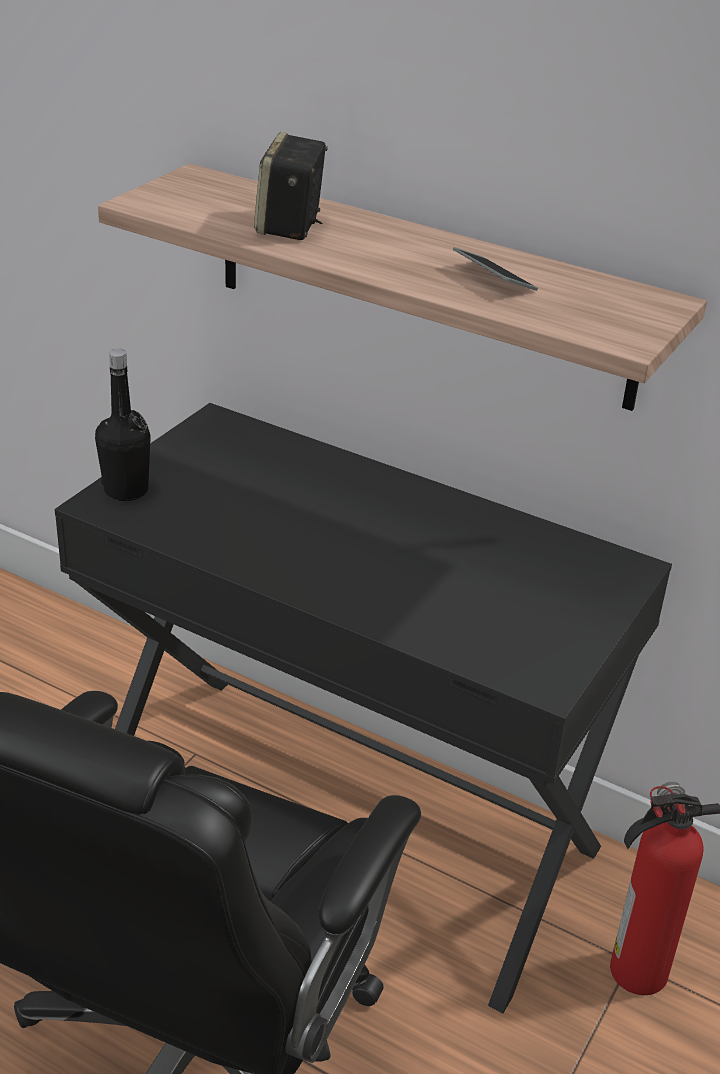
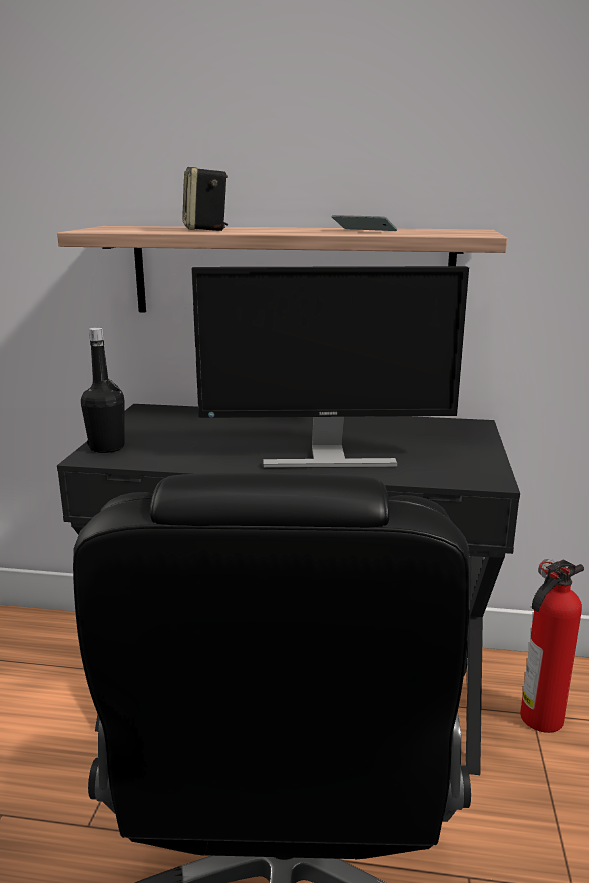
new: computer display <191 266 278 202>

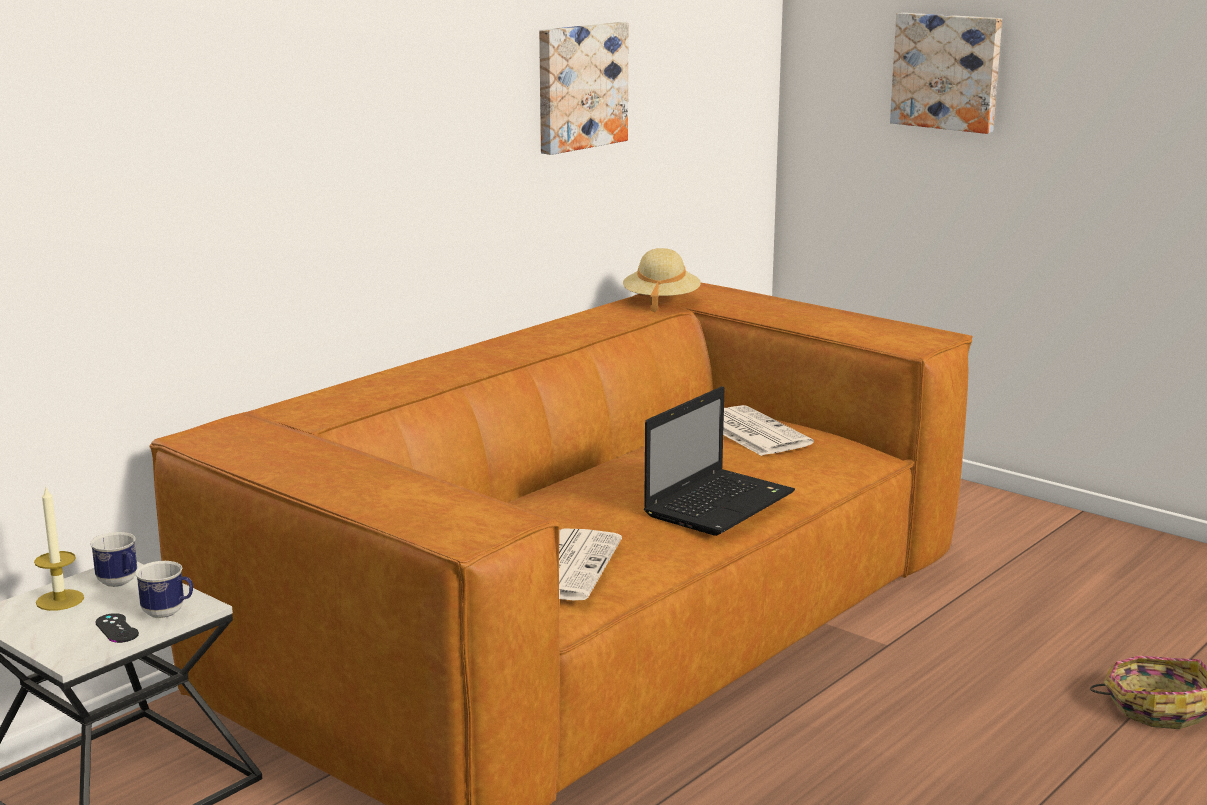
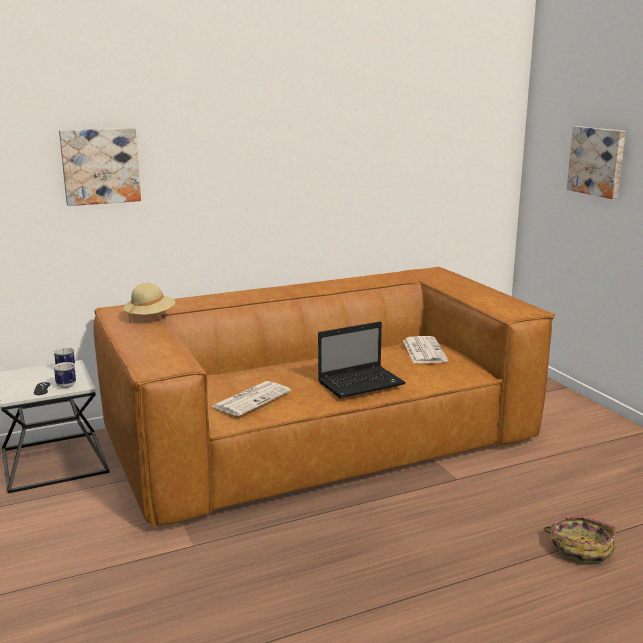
gone: wax candle <34 485 50 126>
shifted: picture <539 22 90 133> to <59 128 82 78>; hat/beige-coloured <623 248 78 64> to <123 283 53 41>

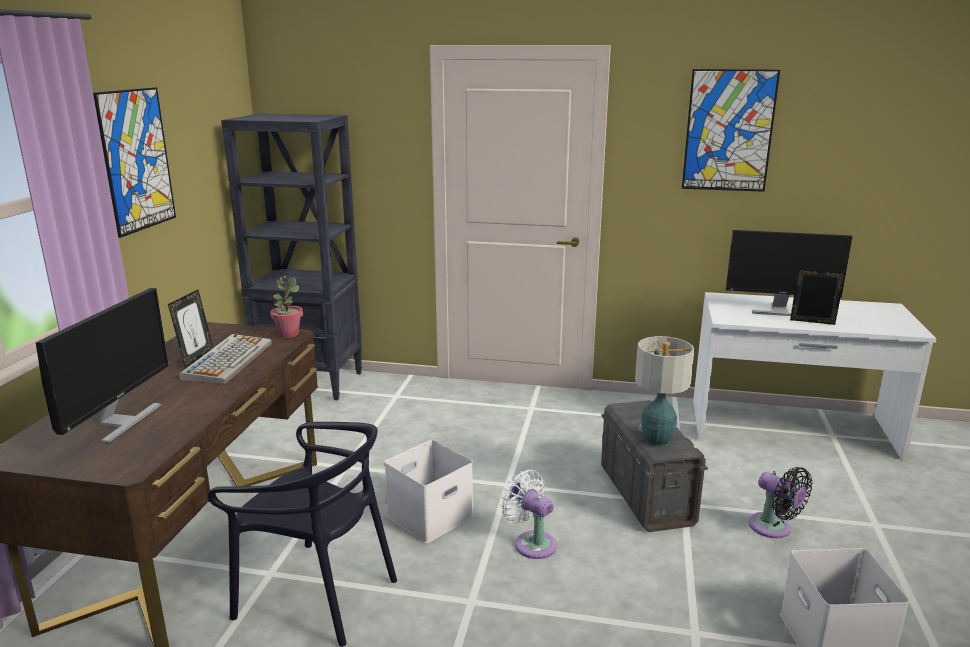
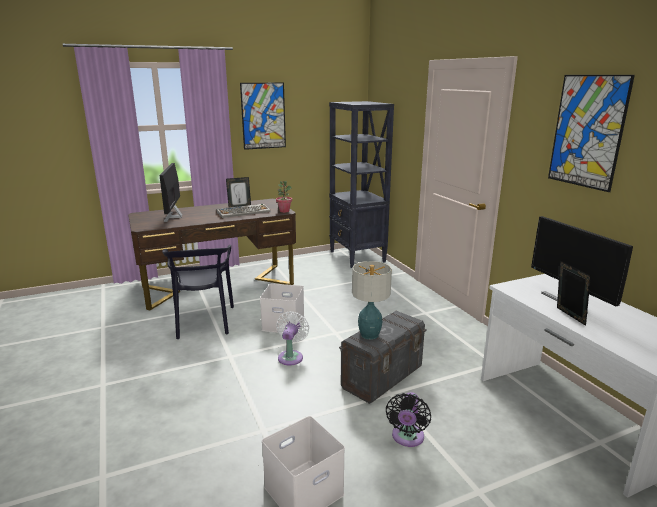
rotated: computer display <36 288 133 155> = <159 163 23 59> 105 degrees clockwise

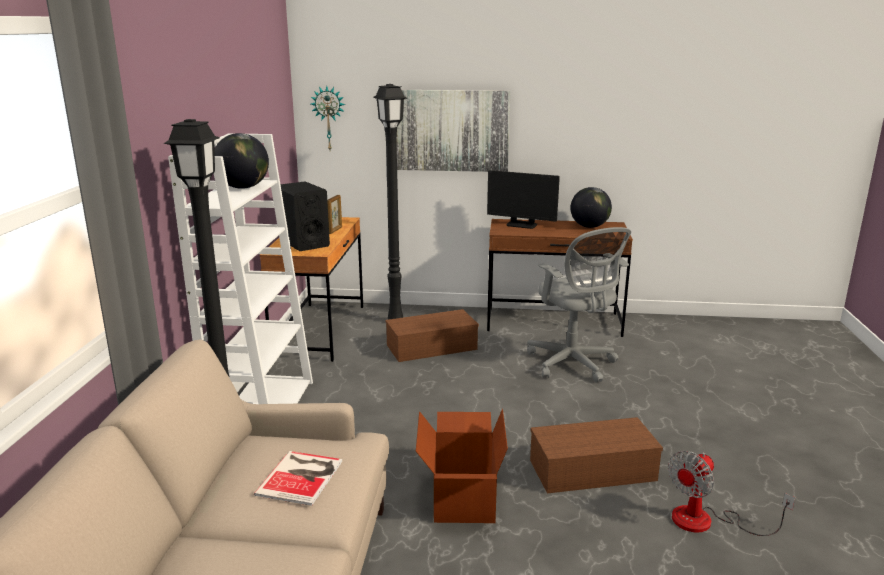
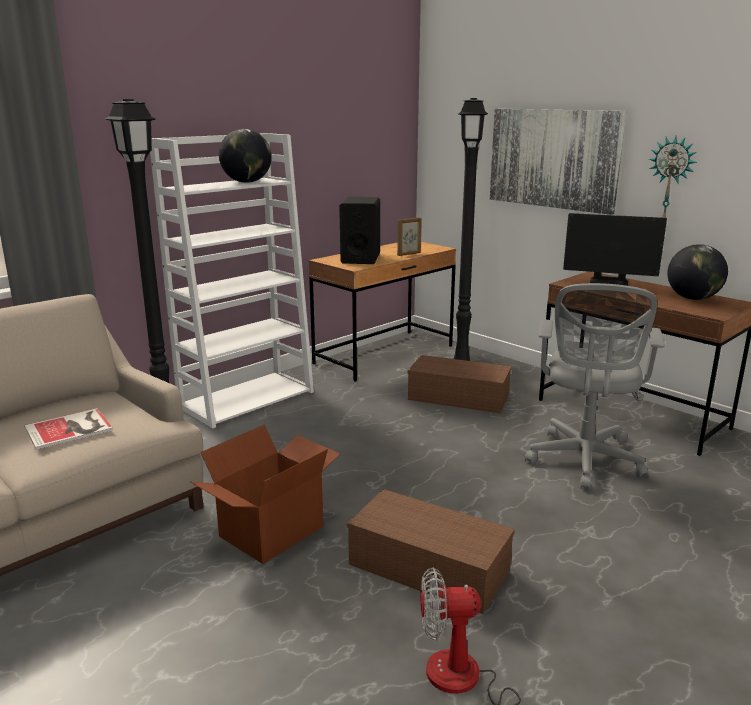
shifted: wall clock <311 86 34 64> to <649 136 48 82>
rotated: computer display <487 170 73 59> = <563 213 104 73> 45 degrees counterclockwise

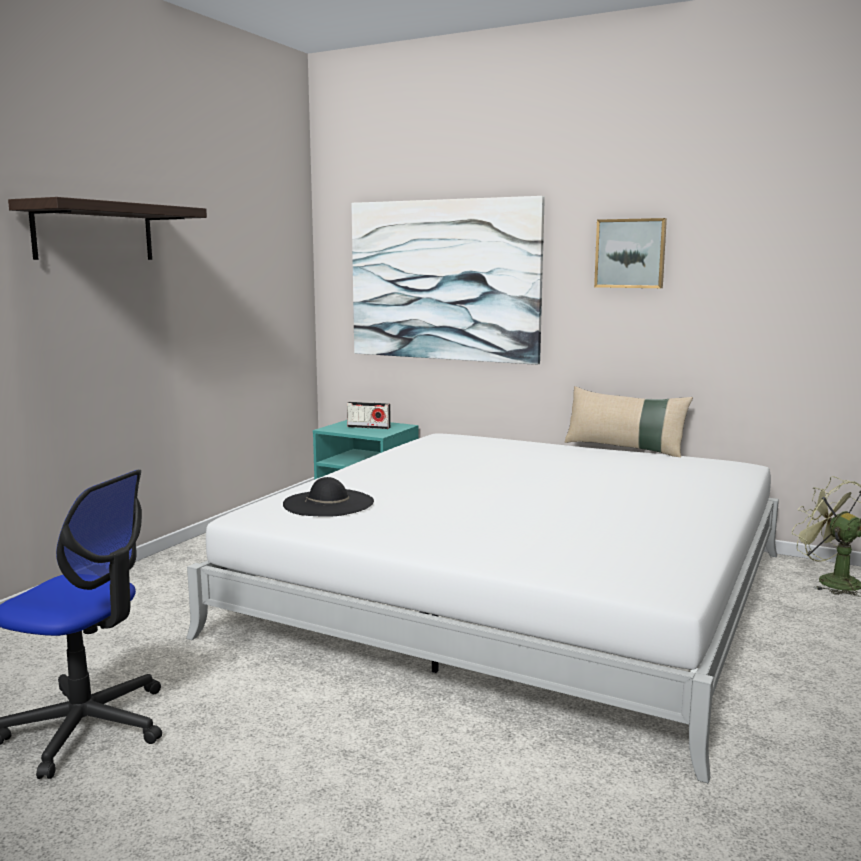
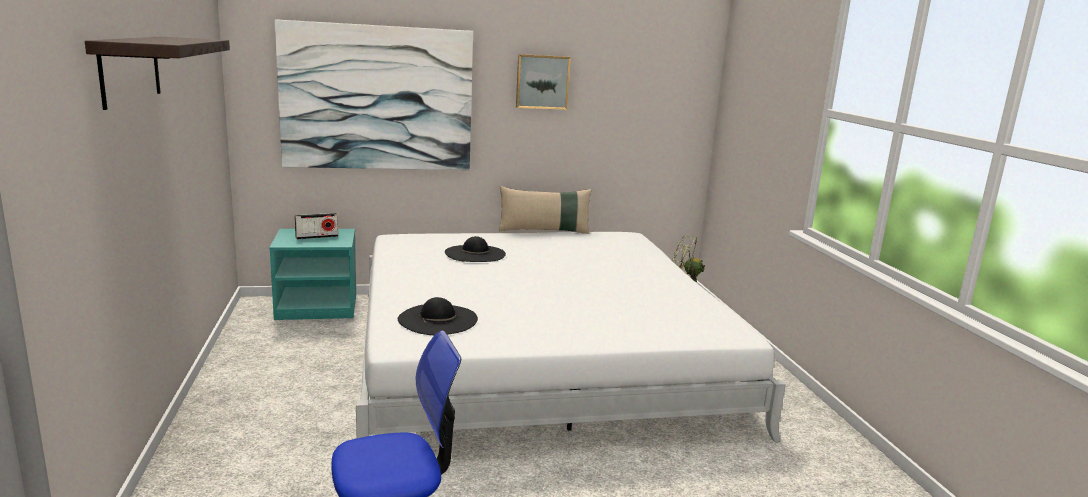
new: hat/black <445 236 61 26>

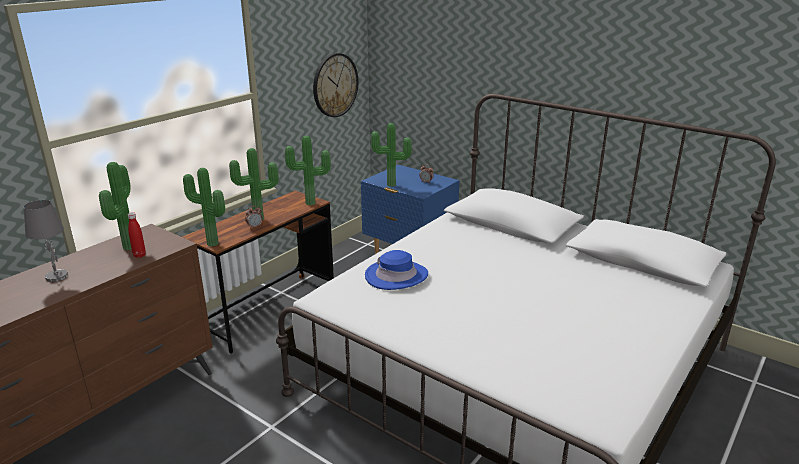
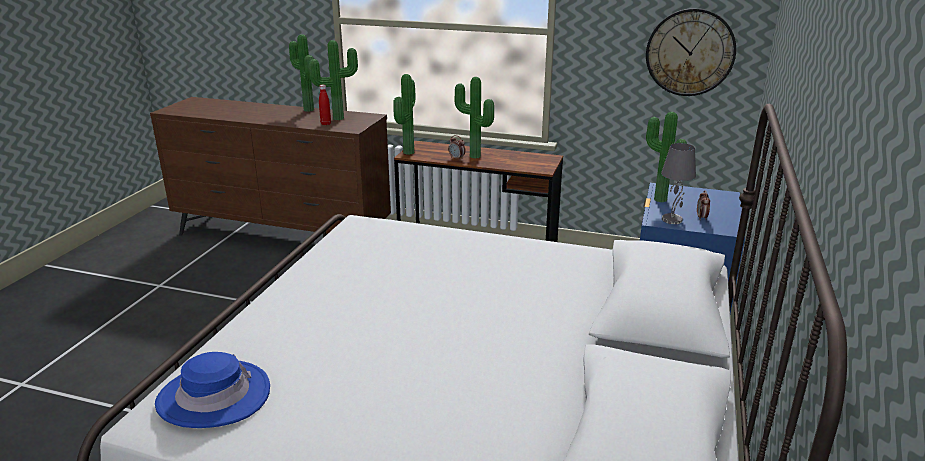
shifted: plant in a pot <285 136 46 70> to <289 34 25 78>; tabletop lamp/grey <24 200 44 82> to <661 143 35 81>; hat/bluish <365 250 63 40> to <155 352 115 76>

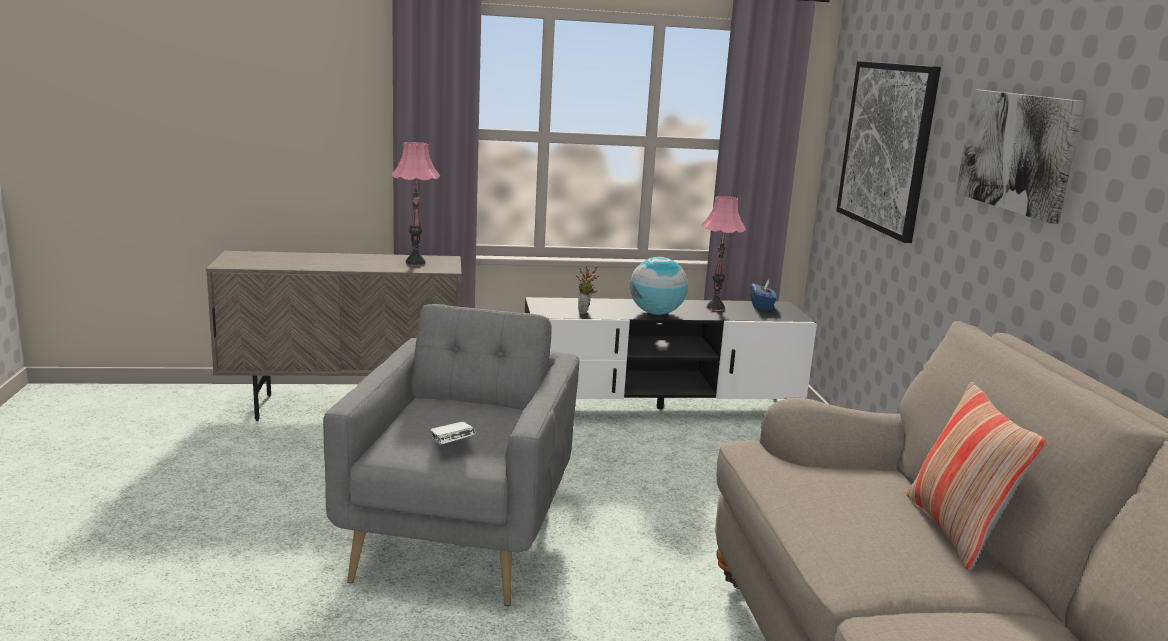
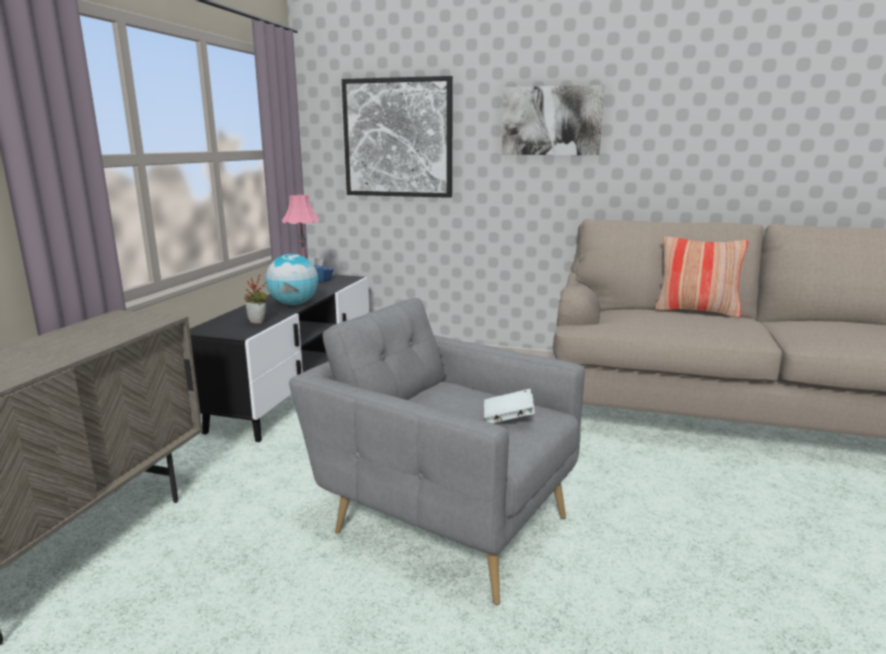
gone: tabletop lamp/pink-coloured <391 142 49 124>

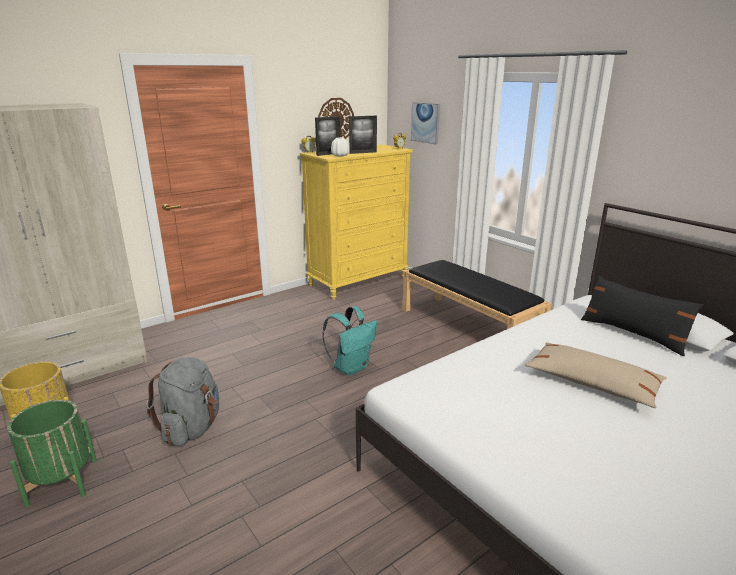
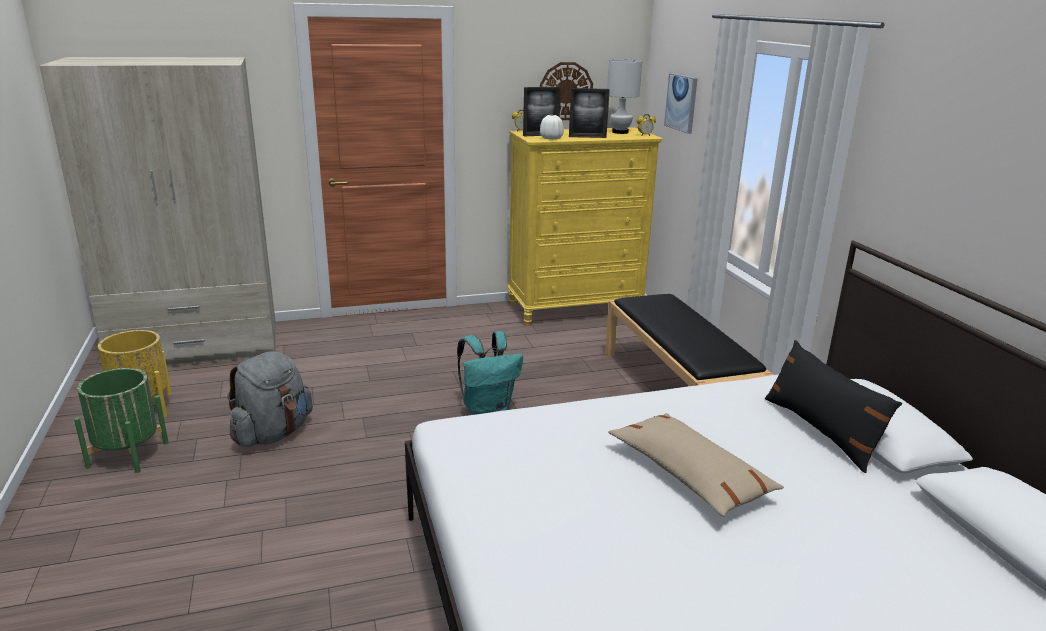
new: tabletop lamp/whitish <607 59 35 75>

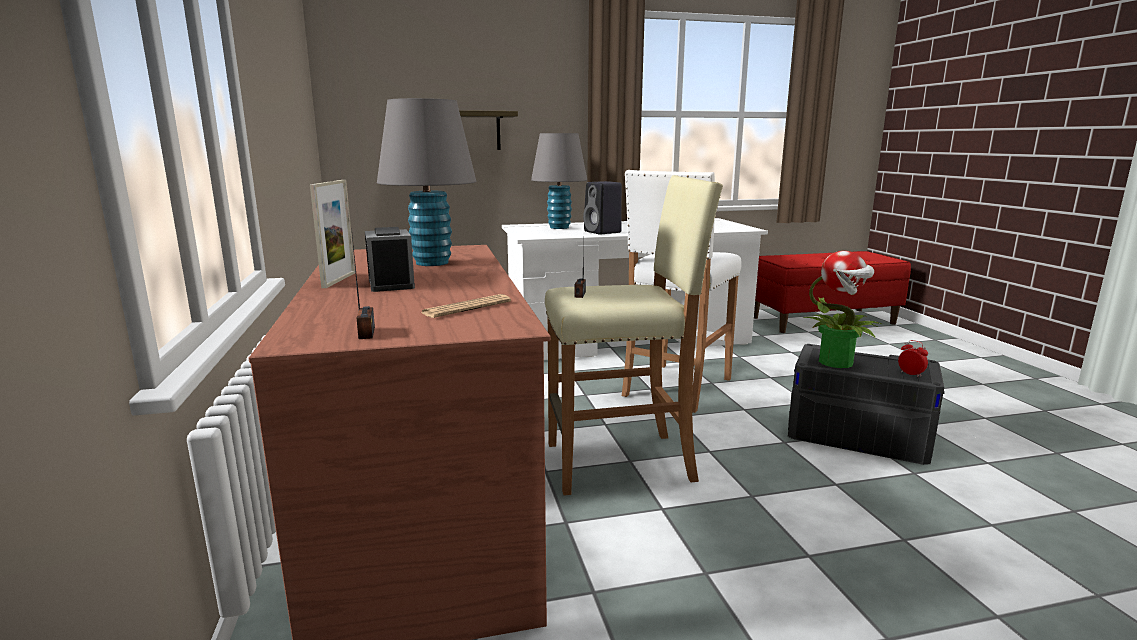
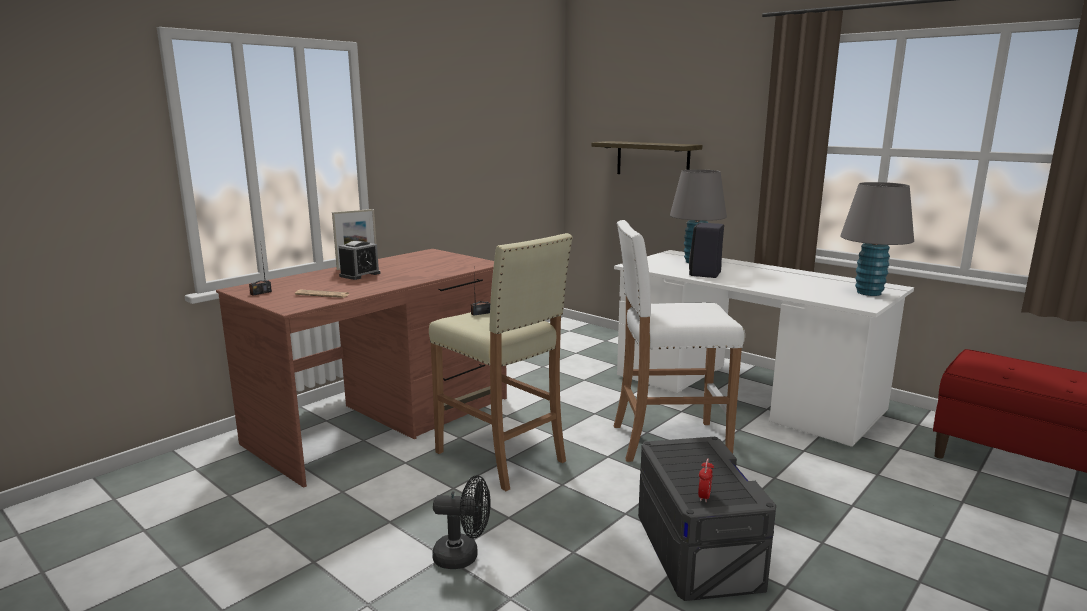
gone: plant in a pot <804 251 78 117>
new: fan/black <432 475 59 94>
shifted: tabletop lamp/grey <377 98 99 168> to <840 182 74 114>

